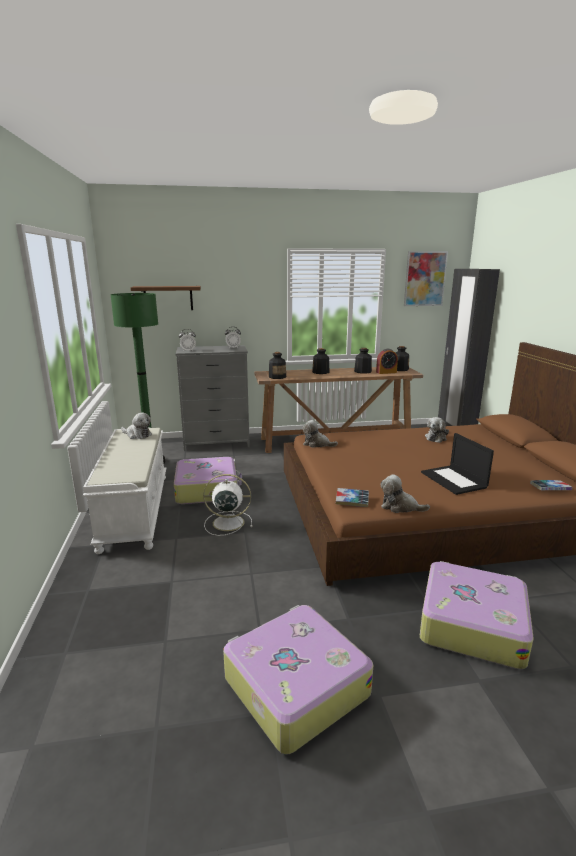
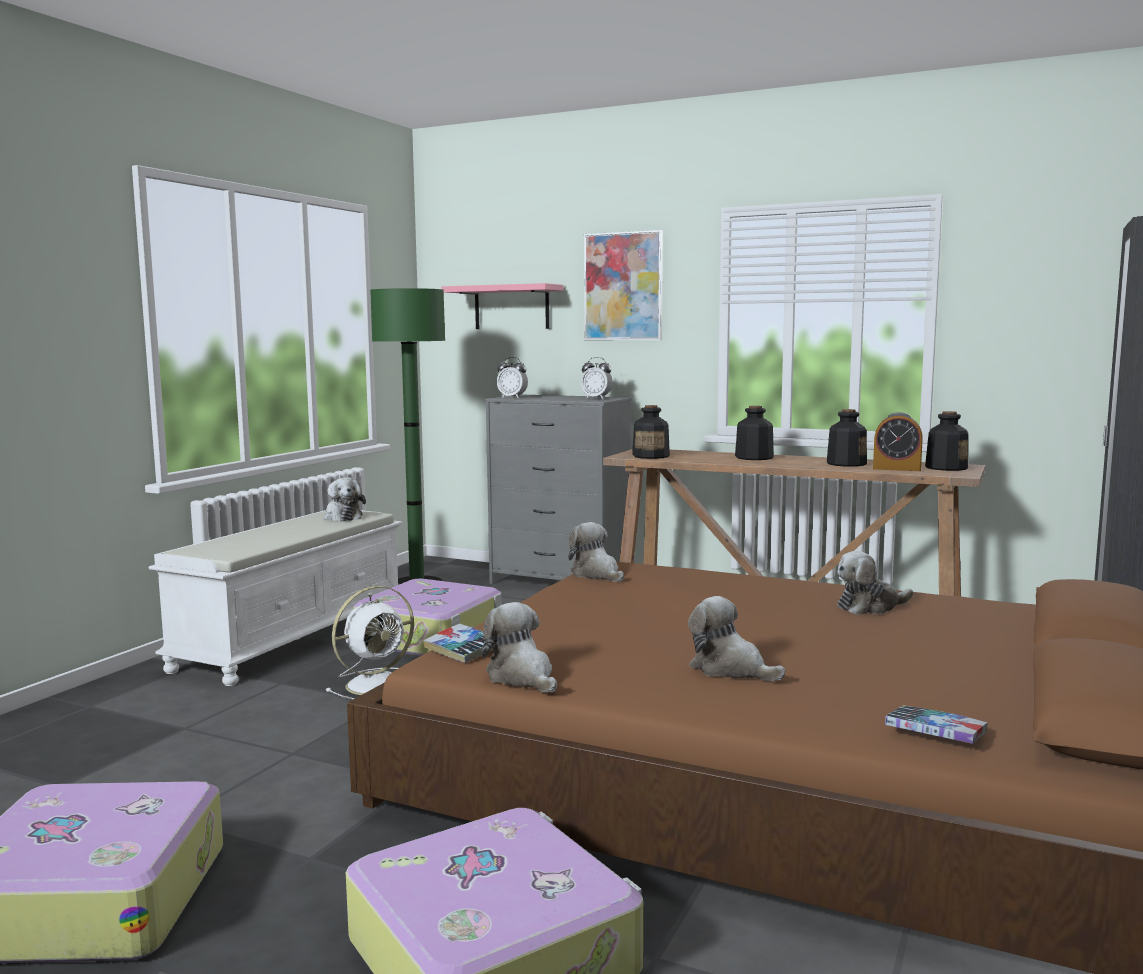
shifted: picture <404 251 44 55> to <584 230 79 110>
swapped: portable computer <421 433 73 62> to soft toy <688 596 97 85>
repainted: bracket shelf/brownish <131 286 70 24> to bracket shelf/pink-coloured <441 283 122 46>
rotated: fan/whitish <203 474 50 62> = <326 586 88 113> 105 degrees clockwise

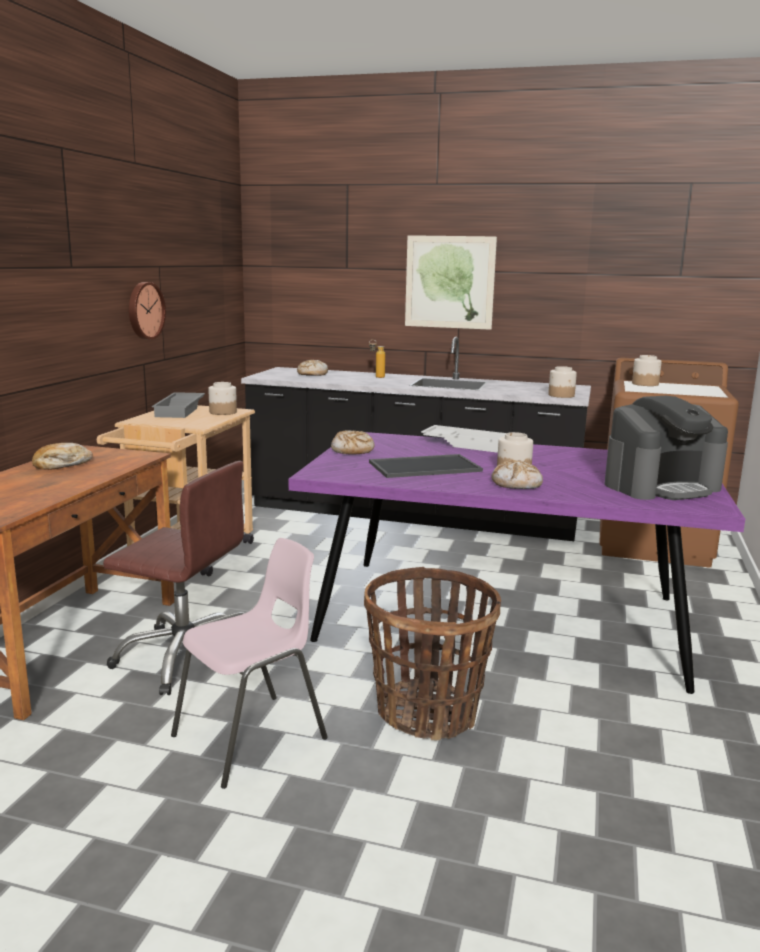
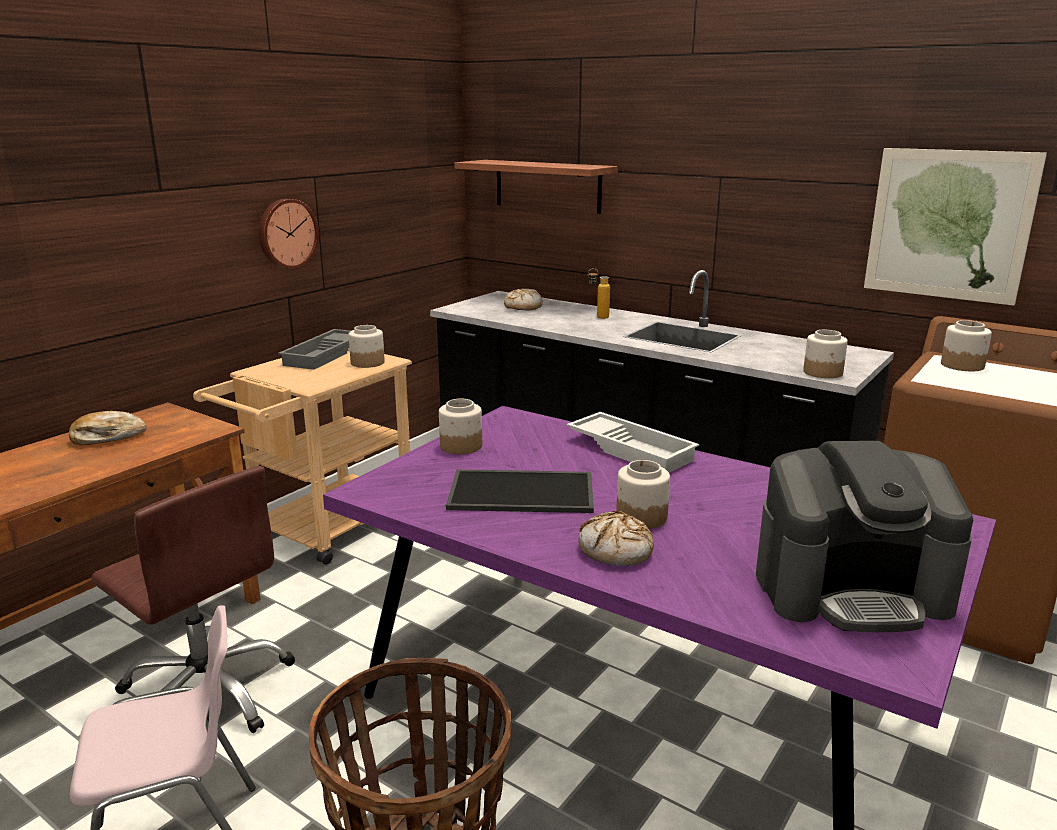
new: bracket shelf <454 160 164 54>
shifted: picture <405 235 92 95> to <864 148 183 158>
swapped: bakery bread <331 431 44 23> to preserve jar <439 399 43 55>

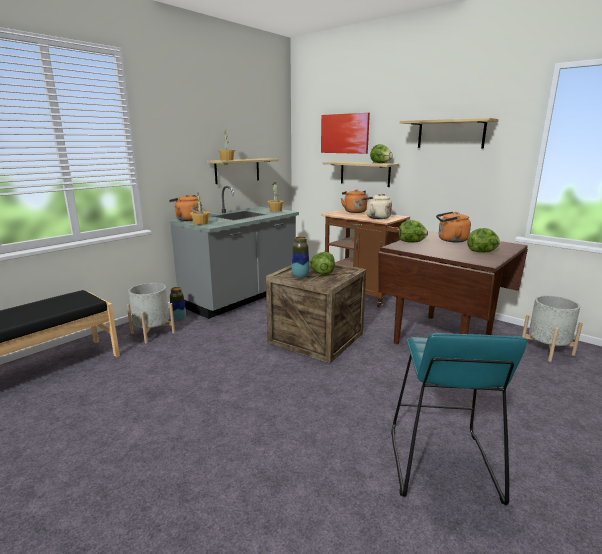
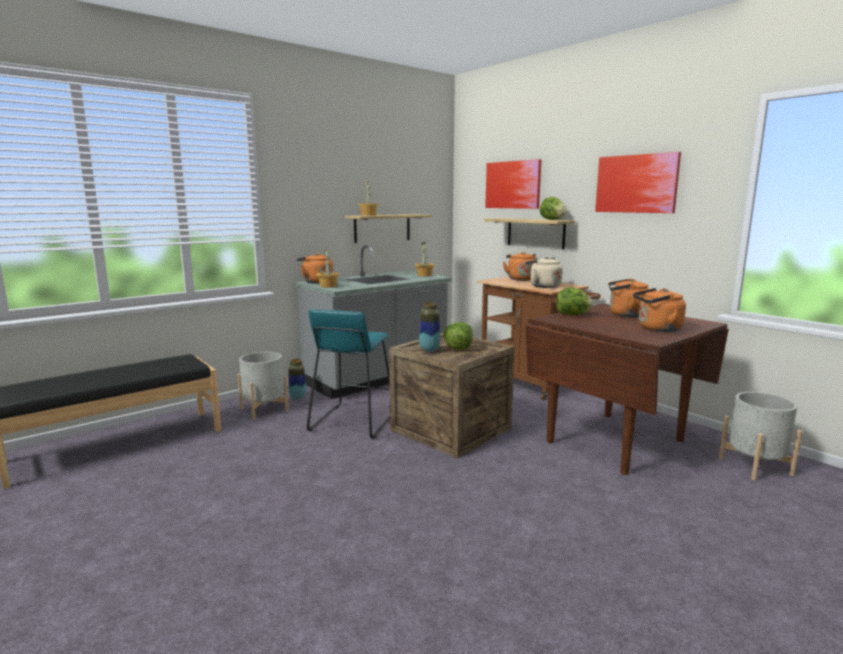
shifted: sitting stool/turquoise-coloured <391 333 136 172> to <307 309 83 130>
swapped: bracket shelf <400 118 99 31> to picture <595 152 86 61>; lettuce head <467 228 33 24> to tea kettle/orangey <633 288 53 44>

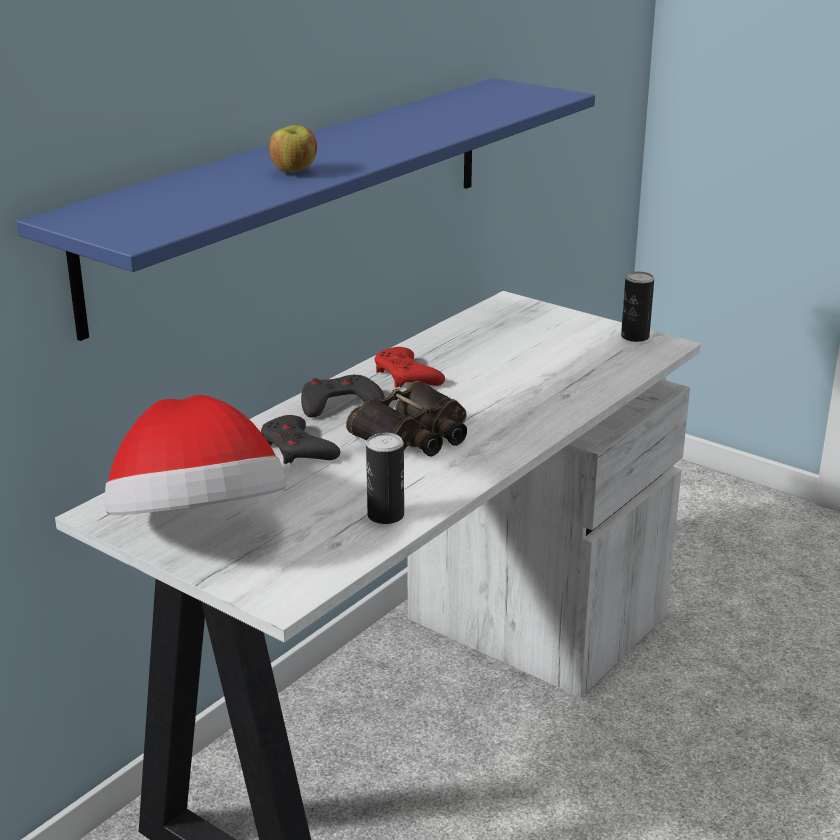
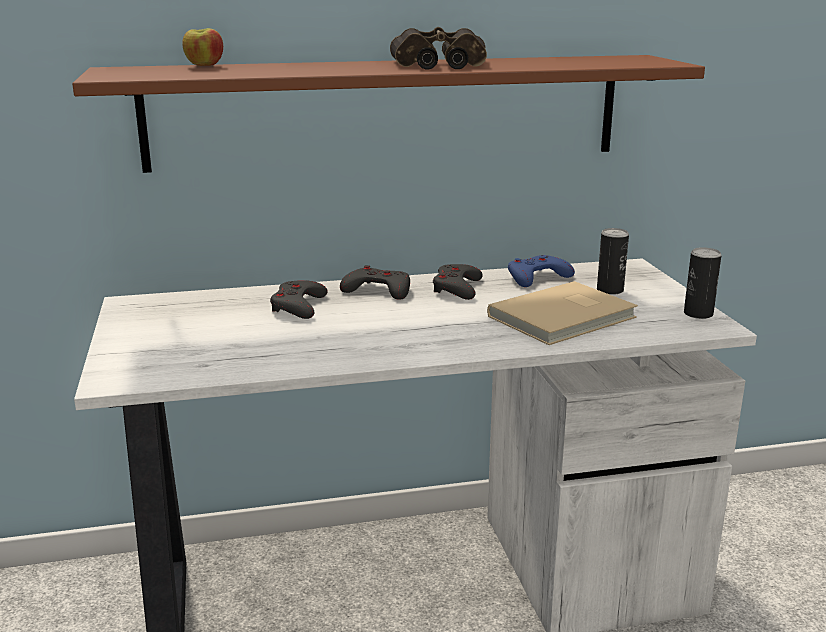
gone: hat <105 395 182 120>
new: joypad/bluish <508 255 67 32>; bound book/beige-coloured <487 281 151 64>
shifted: apple <269 125 48 48> to <182 28 41 38>; pair of binoculars <346 381 121 75> to <390 27 97 42>; sealed can <366 433 38 91> to <597 228 32 67>
repainted: bracket shelf/bluish <16 78 579 263> to bracket shelf/brownish <72 55 633 118>; joypad/red <375 347 70 41> to joypad/grey <433 264 50 36>

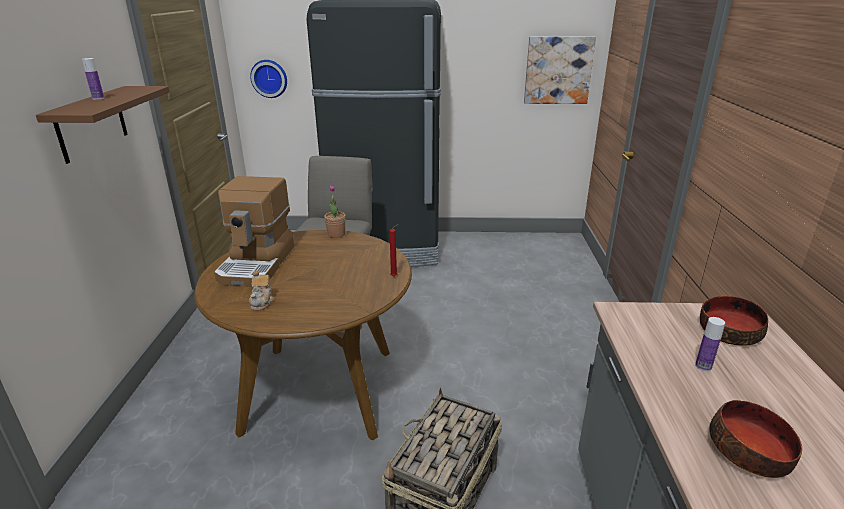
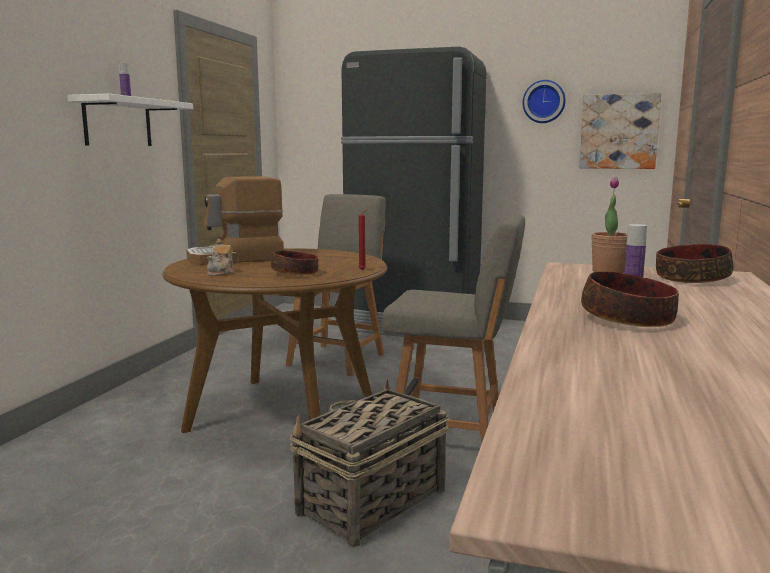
new: chair/grey <382 214 143 230>; bowl <271 250 47 25>
shifted: wall clock <250 60 37 38> to <523 80 43 43>; plant in a pot <324 185 22 53> to <591 177 37 96>
repainted: bracket shelf/brownish <36 86 133 78> to bracket shelf/whitish <67 94 126 52>
rotated: coffee maker <214 176 80 111> = <186 176 98 89> 45 degrees clockwise

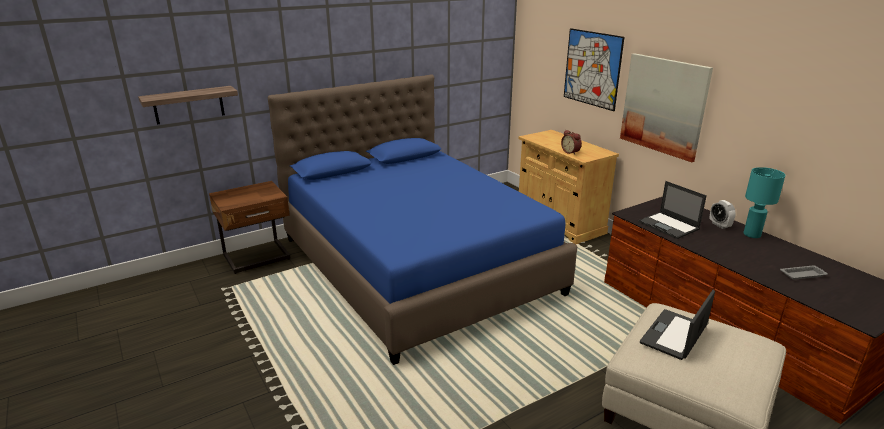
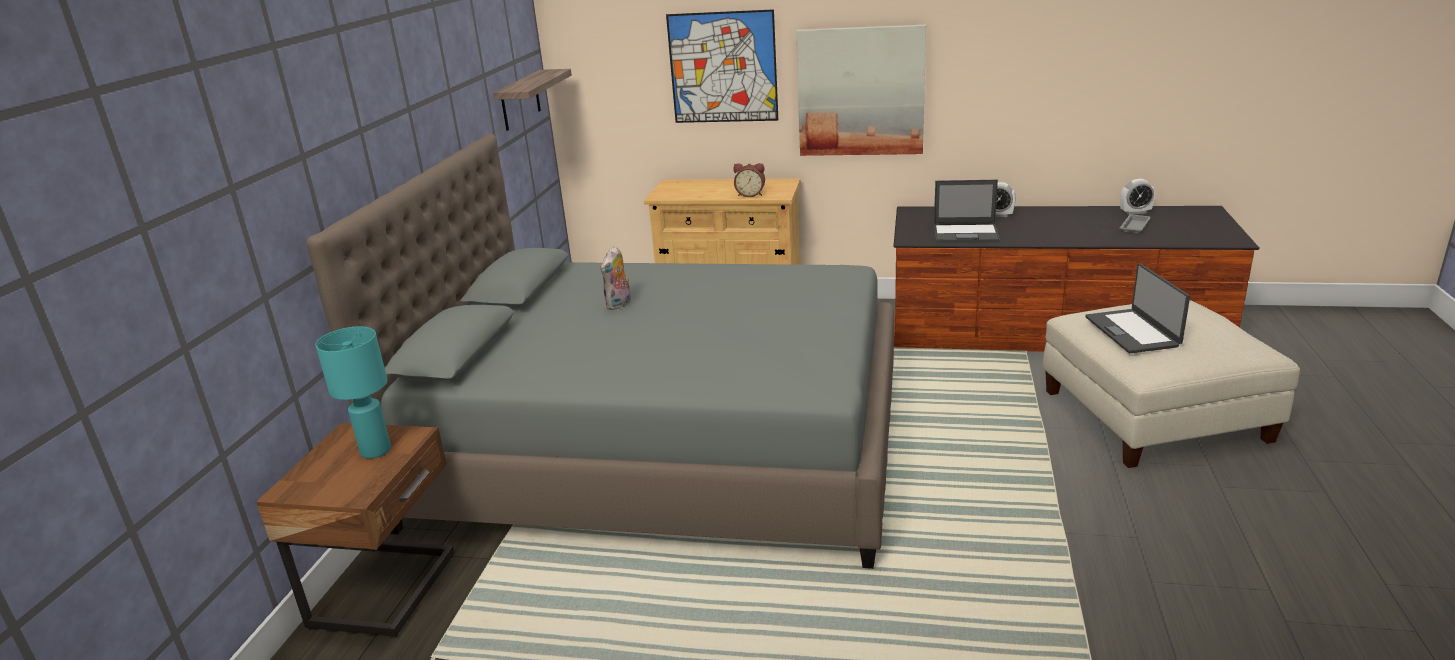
new: table clock <1120 179 35 36>; soft toy <600 246 31 64>
shifted: bracket shelf <138 86 100 39> to <493 69 79 62>; tabletop lamp/turquoise-coloured <744 167 41 71> to <316 326 75 133>
repainted: bedroom bed/bluish <268 75 309 290> to bedroom bed/grey <307 134 587 435>

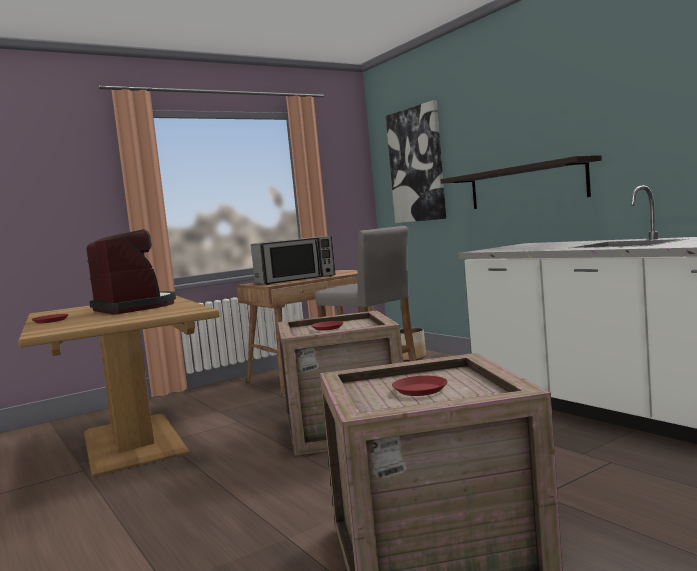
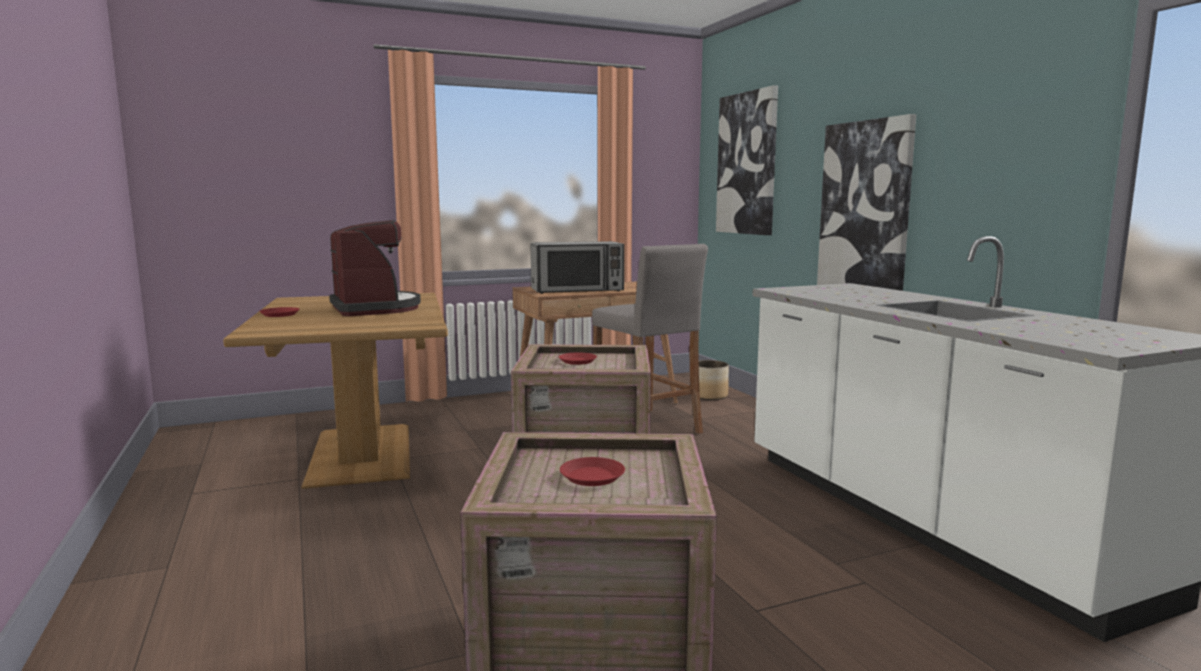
swapped: bracket shelf <440 155 162 54> to picture <817 114 99 177>

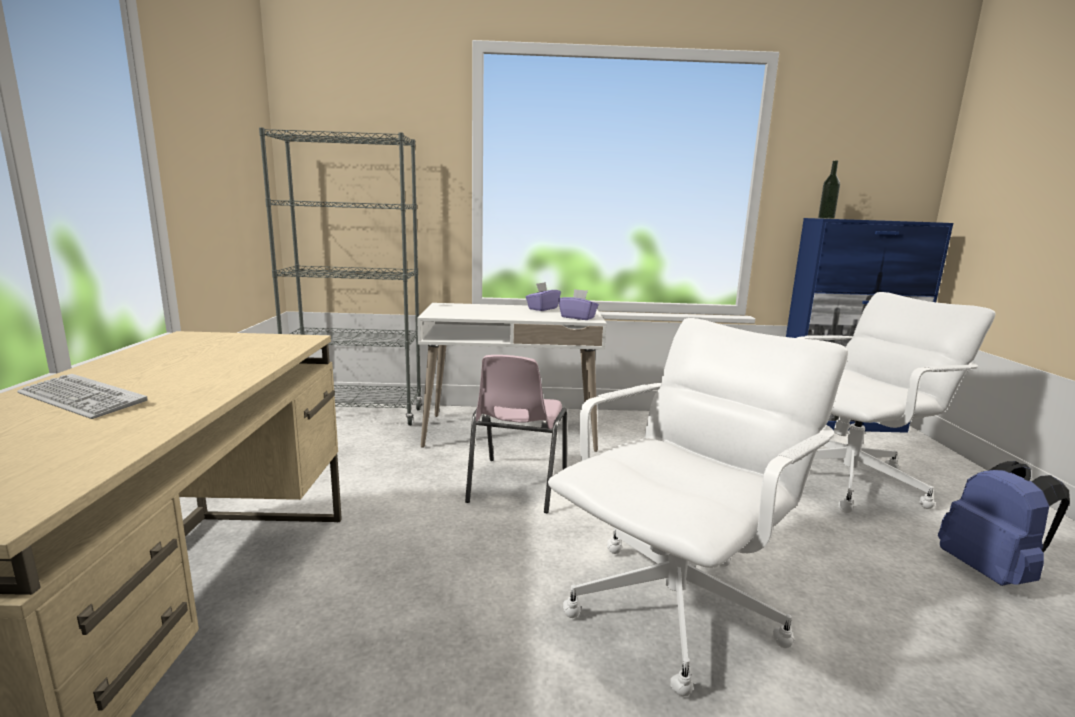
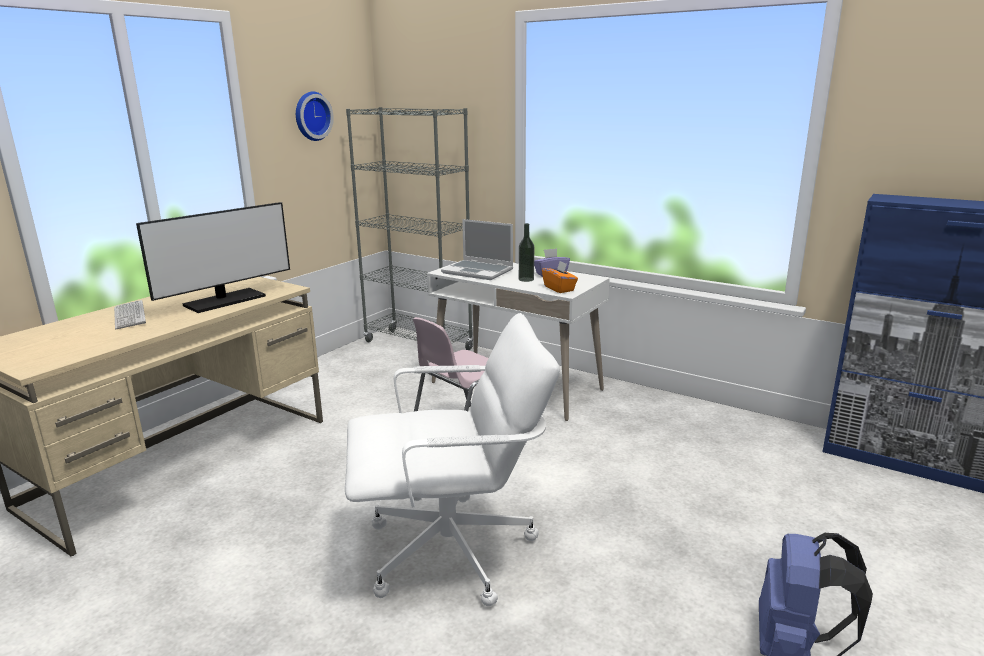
gone: computer chair/whitish <797 292 198 221>
new: wall clock <296 92 38 49>; computer display <136 202 154 111>; portable computer <441 219 72 61>
shifted: drink bottle <818 161 22 58> to <519 223 15 59>
repainted: tissue holder/purple <558 289 41 31> to tissue holder/orangey <542 261 36 32>

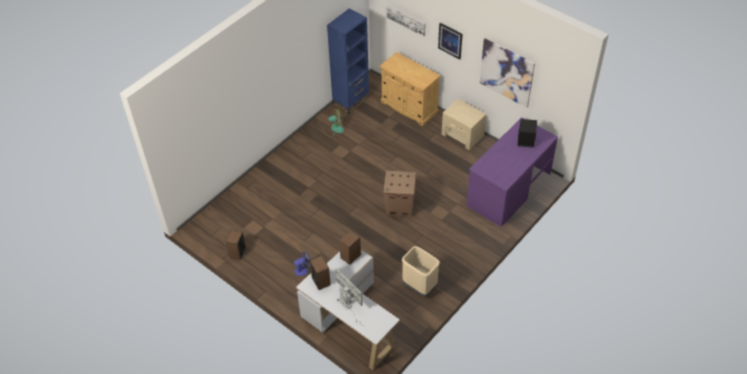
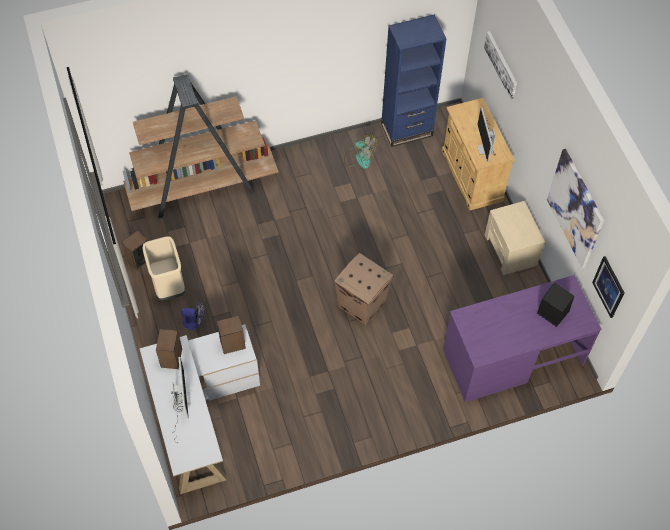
new: bookshelf/brownish <123 74 156 144>; computer display <477 108 19 54>
shifted: picture <438 23 25 36> to <592 256 33 62>; rubbish bin/beige-coloured <402 246 38 51> to <142 236 43 65>

